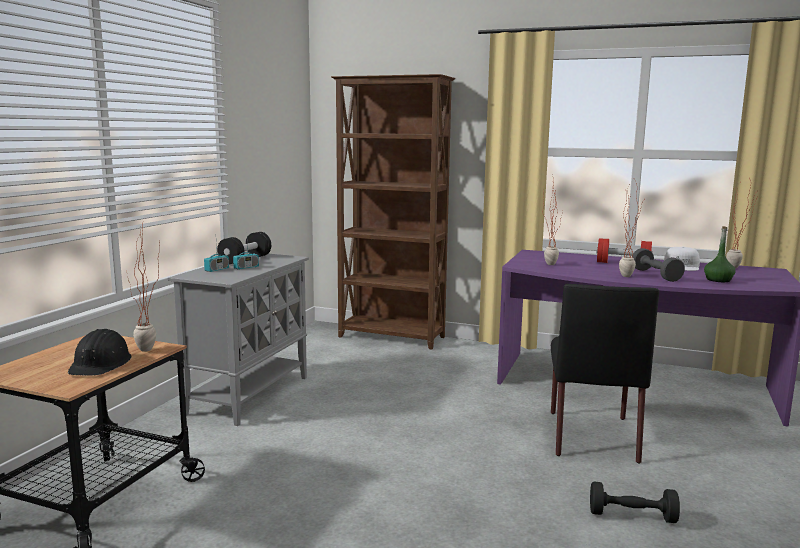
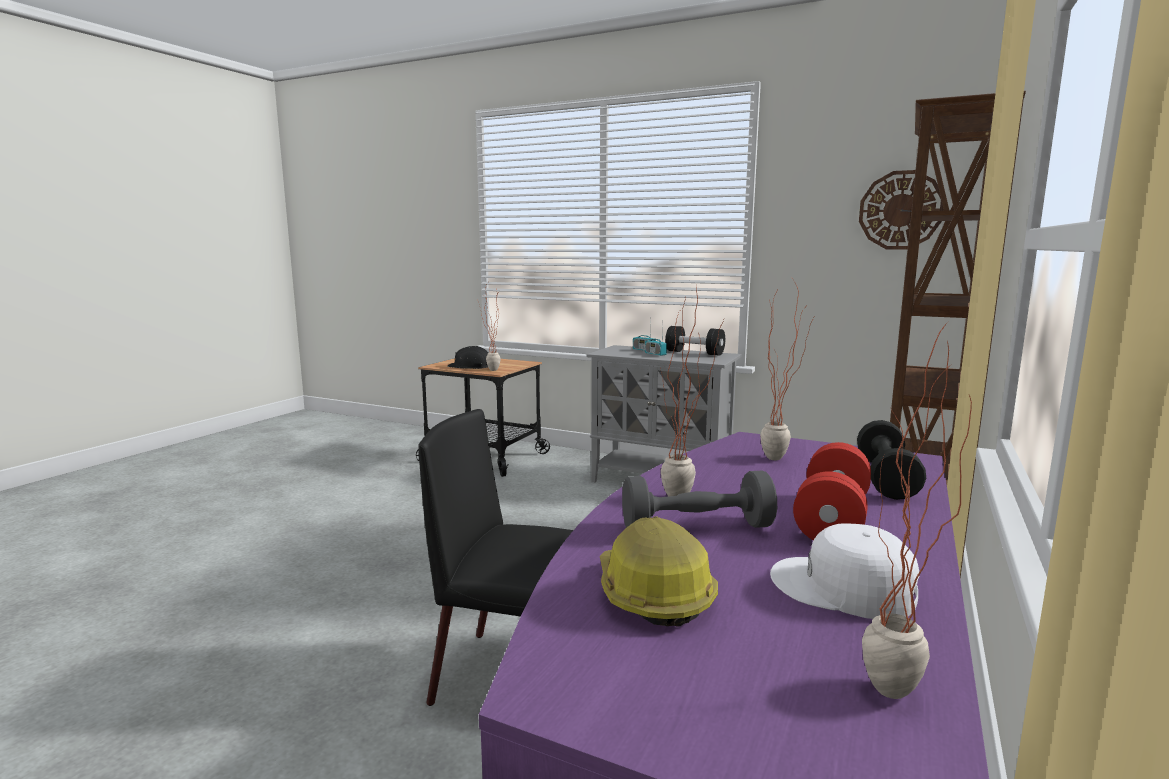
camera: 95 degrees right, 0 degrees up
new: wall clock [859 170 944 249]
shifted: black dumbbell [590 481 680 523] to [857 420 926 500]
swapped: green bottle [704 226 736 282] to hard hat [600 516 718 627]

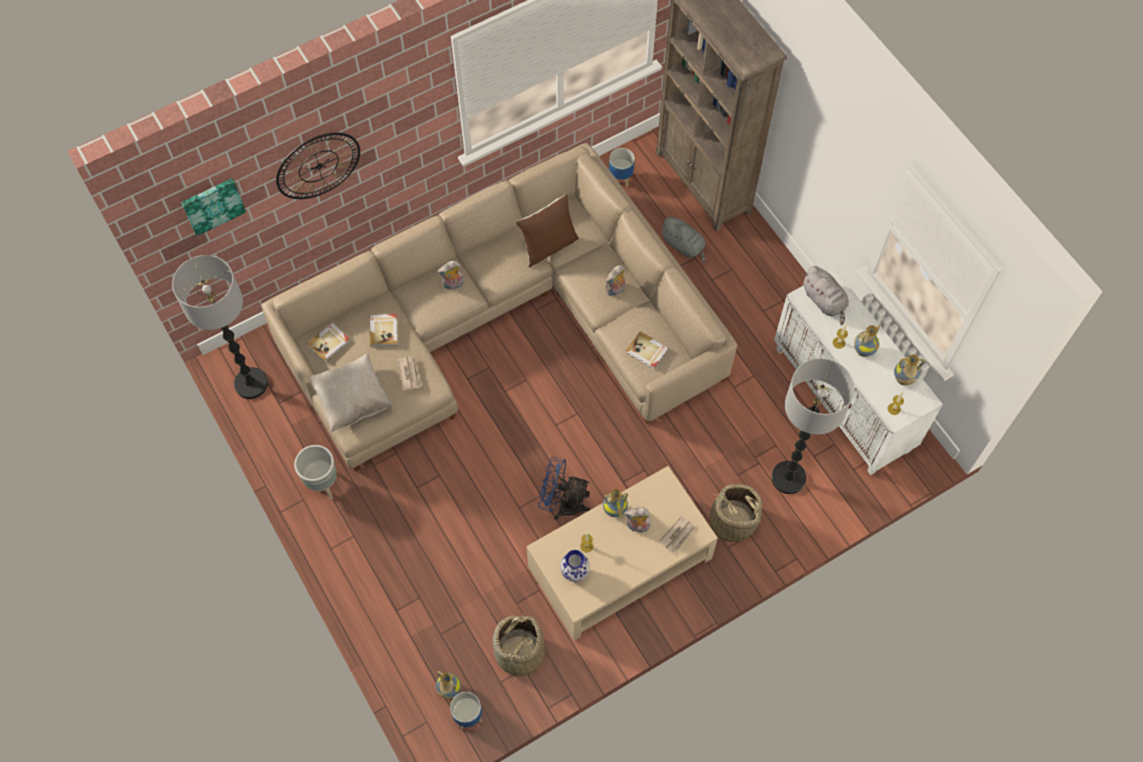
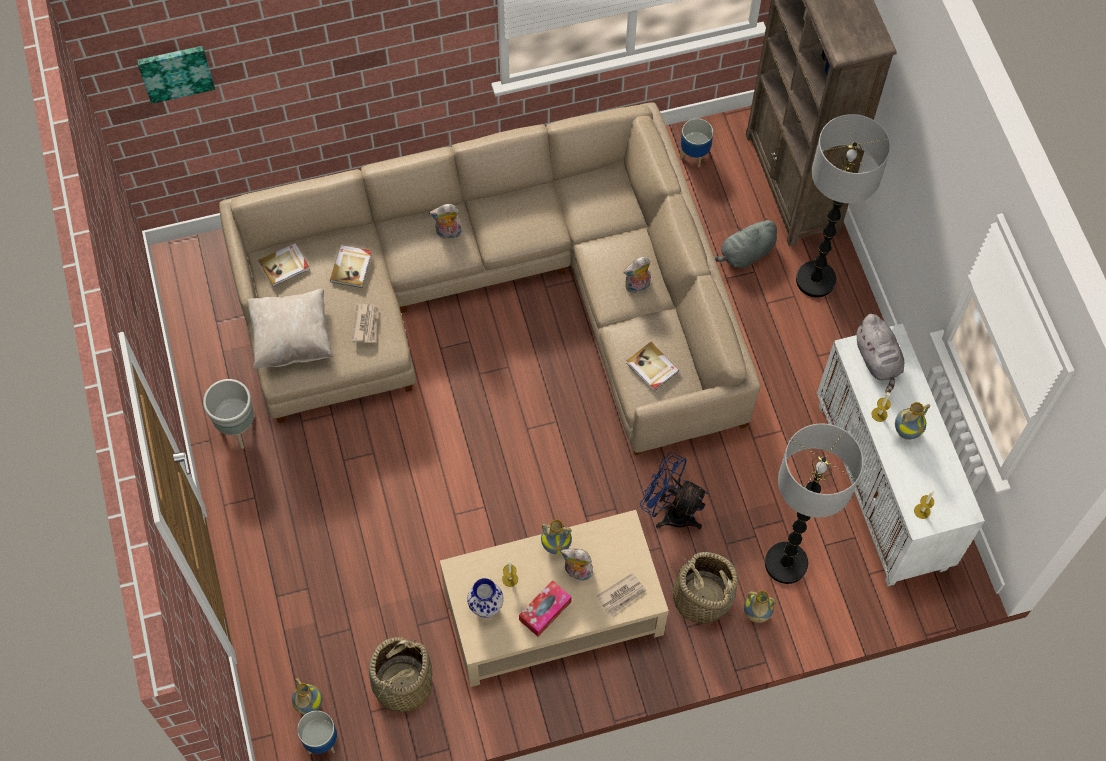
camera: 15 degrees right, 0 degrees up
gone: wall clock [276 133 360 199]; brown pillow [516 194 579 267]
new: tissue box [519 580 572 637]
shifted: floor lamp [172 255 268 399] to [796 114 891 298]; blue fan [538 457 591 520] to [640 452 708 530]; vase [894 355 925 386] to [744 591 776 623]
rotated: grey plush toy [660 217 705 263] = [714 218 777 268] 90 degrees clockwise

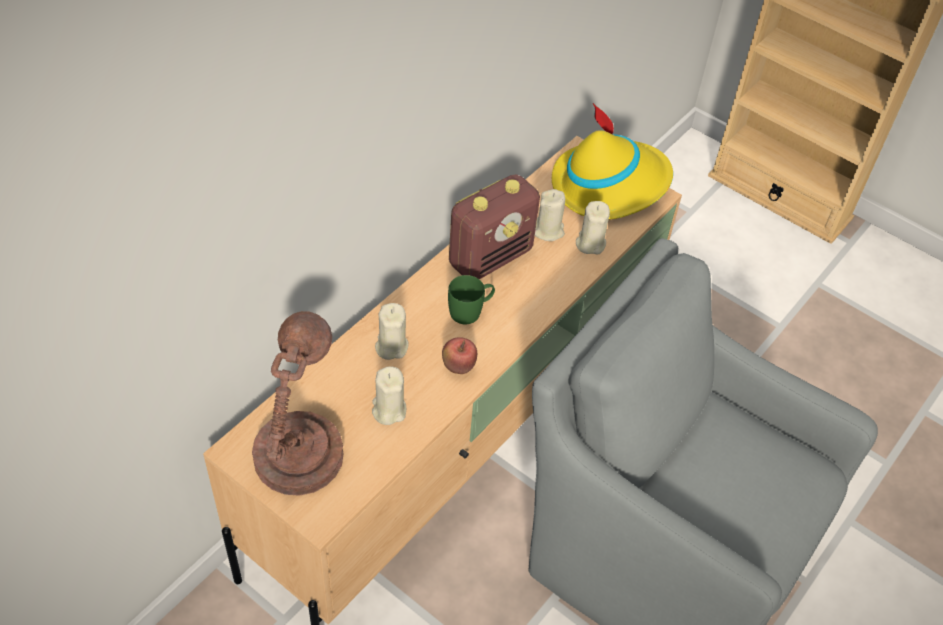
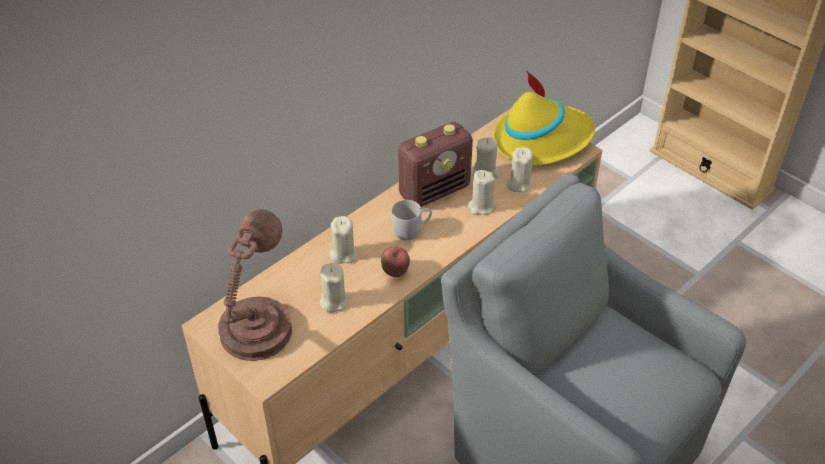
camera: 10 degrees right, 5 degrees down
new: beige candle [468 170 496 215]
repainted: green mug [448 275 495 324] to white mug [392 200 432 241]

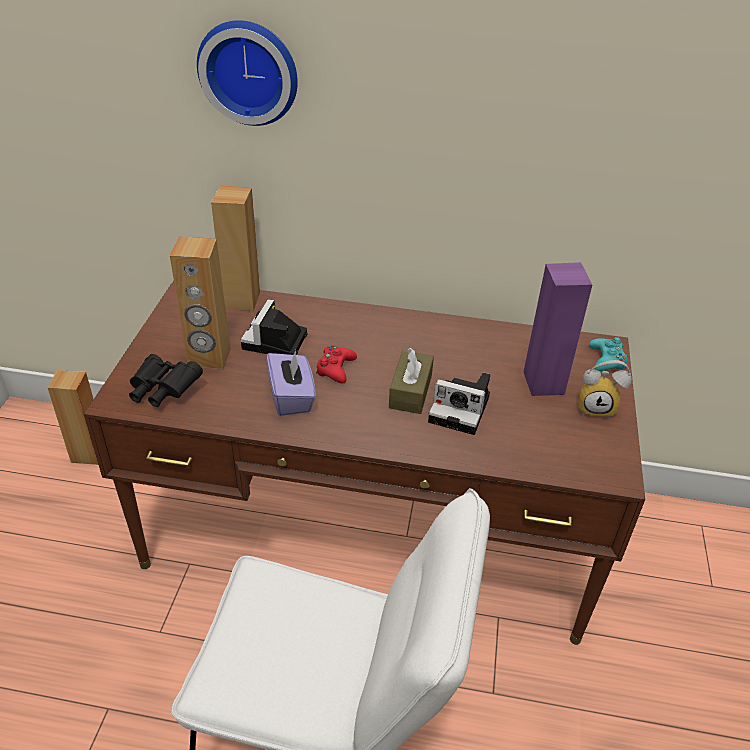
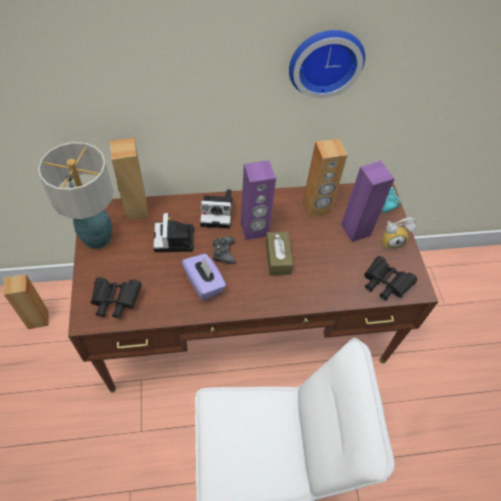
camera: 20 degrees left, 15 degrees up
new: table lamp [38 142 114 249]; purple speaker [241 160 276 240]; black binoculars [364 256 417 300]
shifted: brown speaker [170 236 231 369] to [303 139 348 217]; wall clock [197 20 298 126] to [289 30 365 98]; photo camera [428 373 490 435] to [200 189 232 229]
repainted: red game controller [316 346 357 383] to black game controller [213 237 235 264]

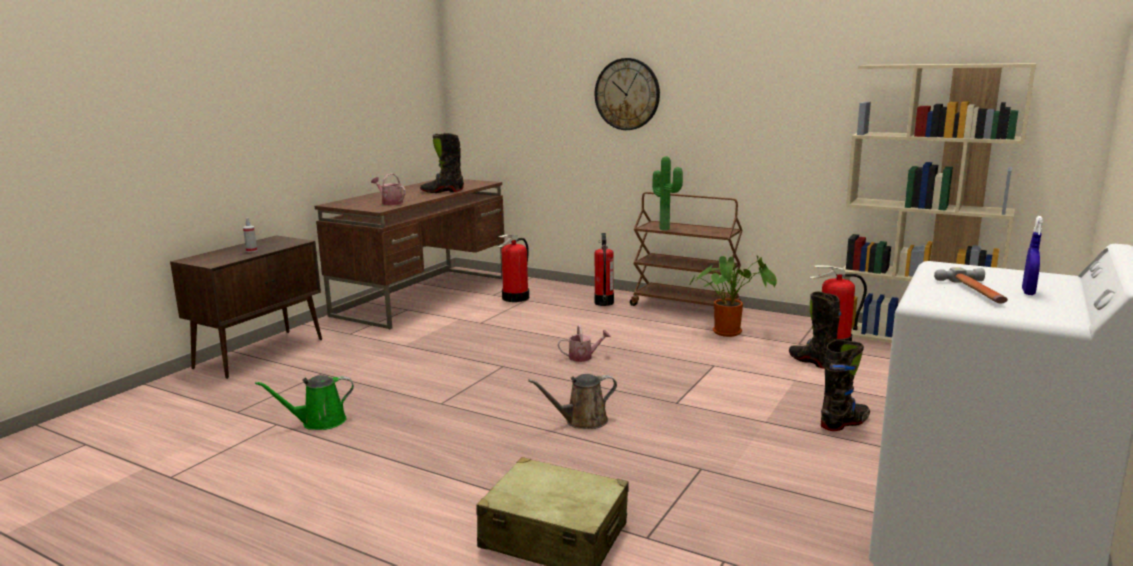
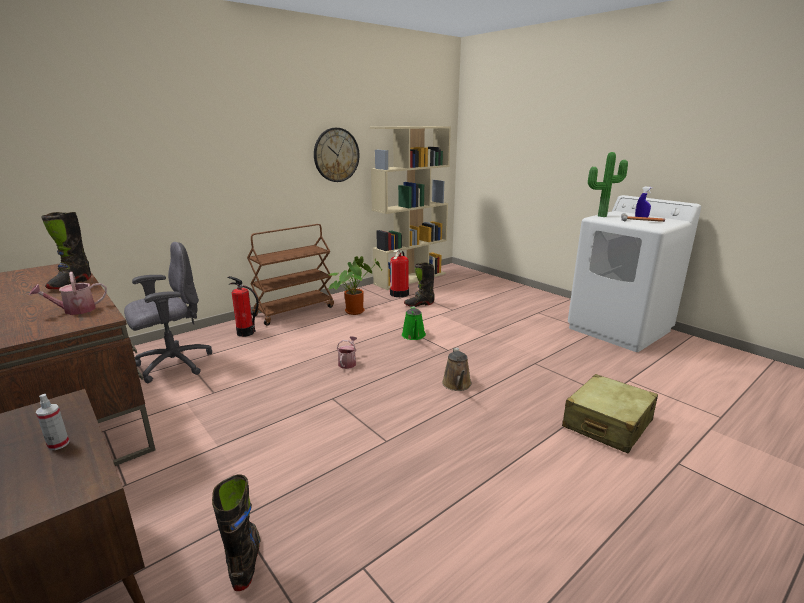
camera: 70 degrees left, 5 degrees up
shifted: green watering can [255 375 354 430] to [402 306 426 340]; wall clock [595 58 660 130] to [314 128 359 182]; potted plant [652 156 683 230] to [588 152 628 217]; black boot [821 340 870 431] to [212 474 261 591]
swapped: fire extinguisher [498 235 529 302] to grey office chair [124 242 212 383]

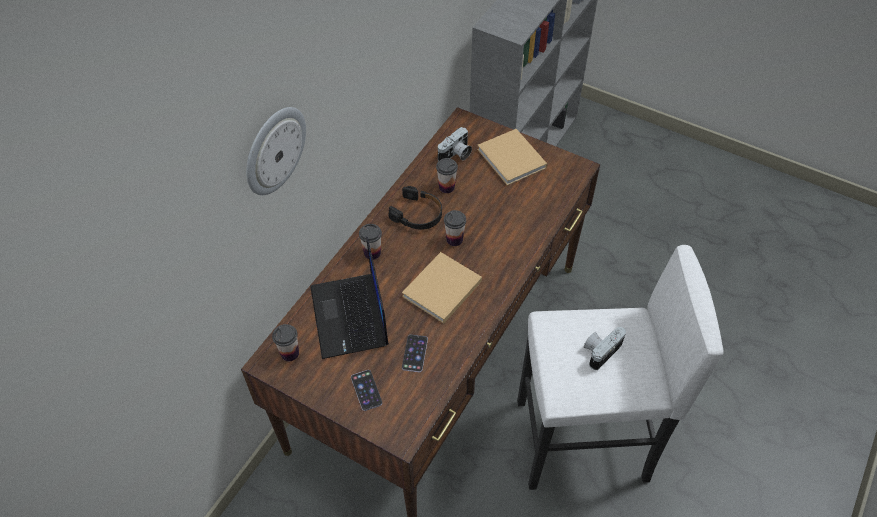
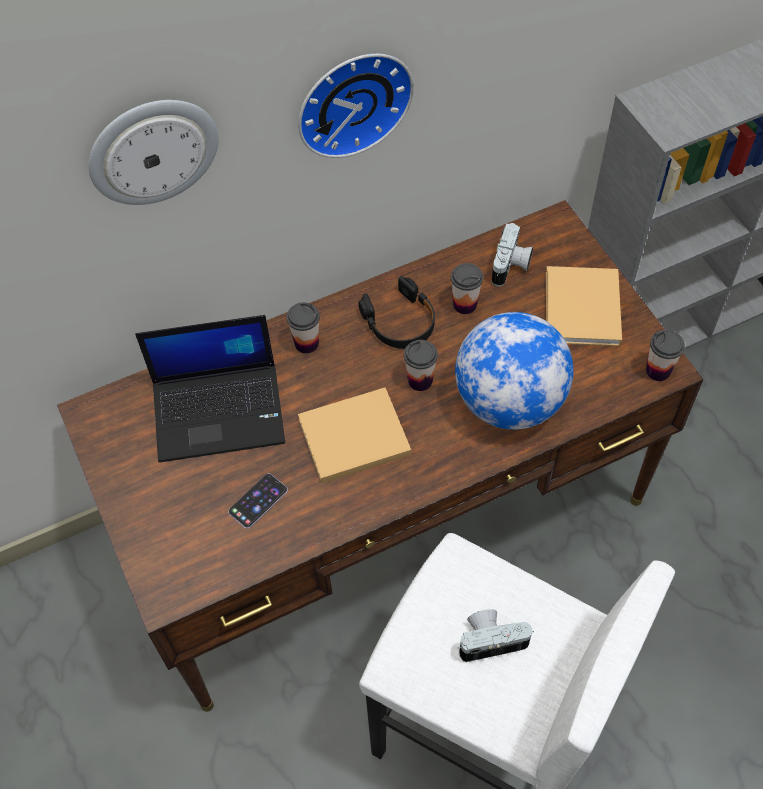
camera: 35 degrees right, 5 degrees up
gone: phone [351 370 382 411]
new: wall clock [298 54 414 158]; globe [455 312 573 430]
shifted: cup [272 324 299 361] to [646 330 685 381]
rotated: laptop [310 236 389 359] = [135 315 285 463] 120 degrees counterclockwise; photo camera [438 127 472 161] = [492 223 533 287] 60 degrees counterclockwise

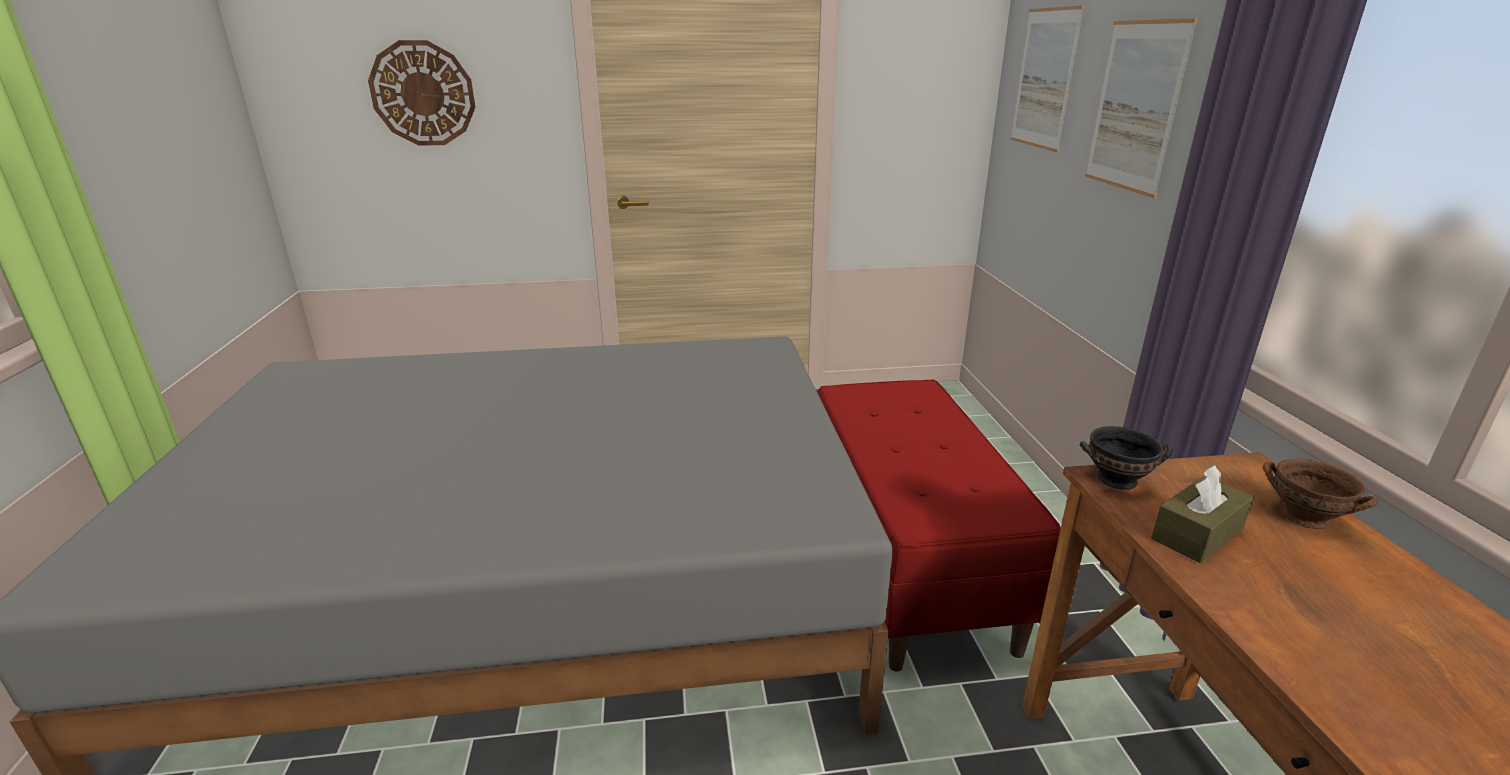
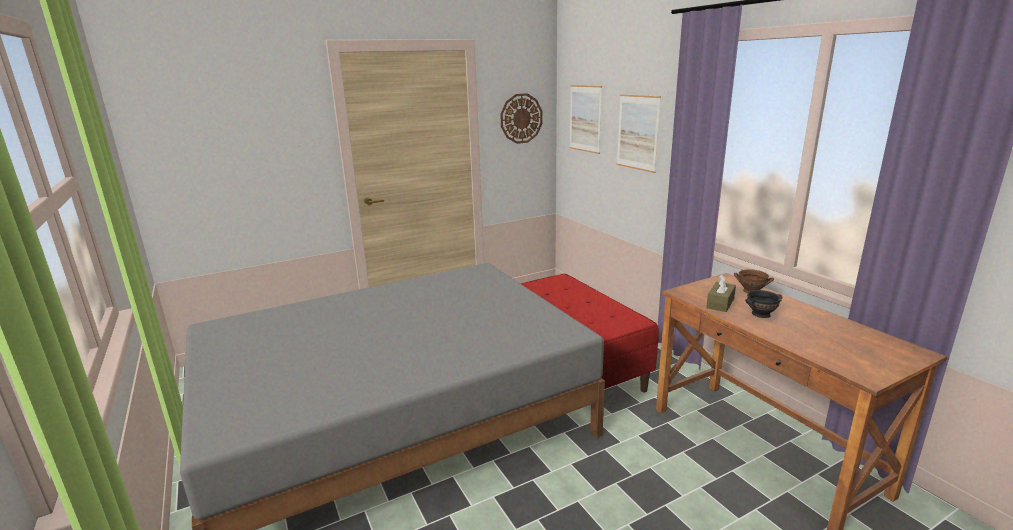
camera: 20 degrees left, 5 degrees down
shifted: wall clock [368 40 476 146] to [500 93 543 144]; black bowl [1080 426 1173 490] to [745 290 783 318]

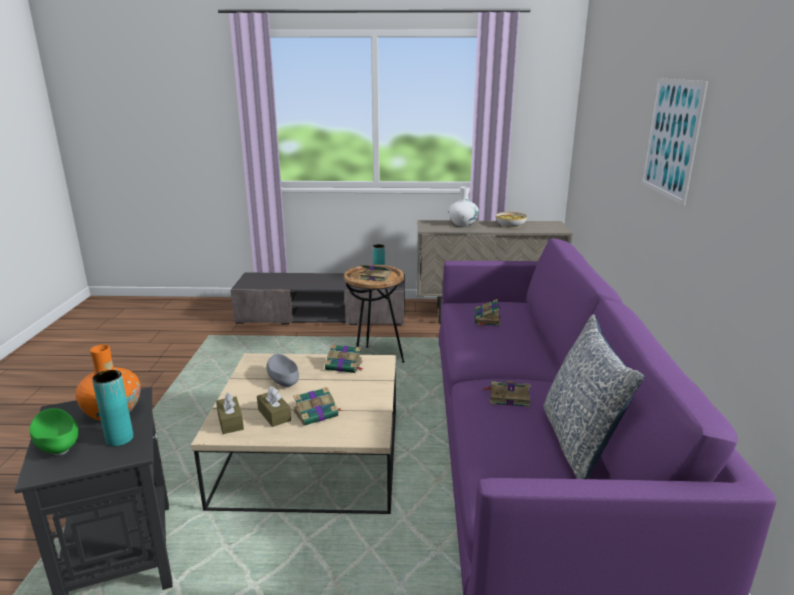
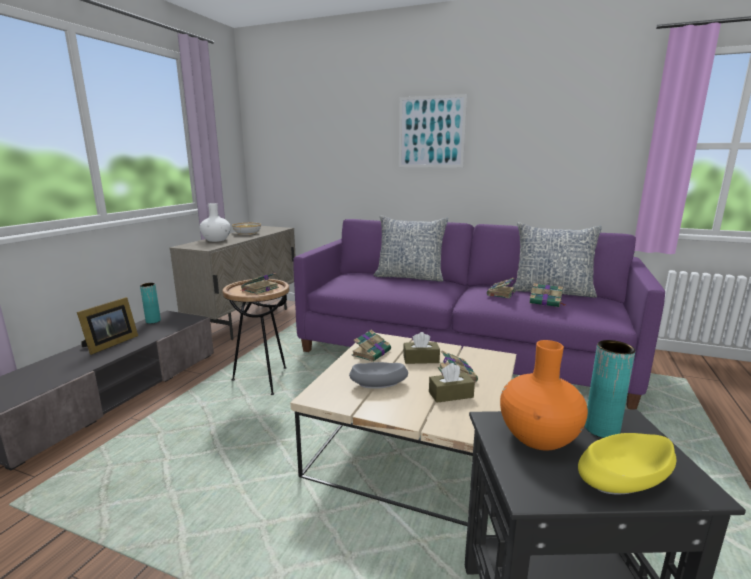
camera: 70 degrees left, 5 degrees down
new: picture frame [77 297 138 355]; pillow [373 215 448 282]
shifted: brown tissue box [216 392 244 434] to [403 332 440 364]; book [474 299 501 326] to [529 283 566 307]
repainted: green bowl [29 408 79 455] to yellow bowl [578 433 676 494]

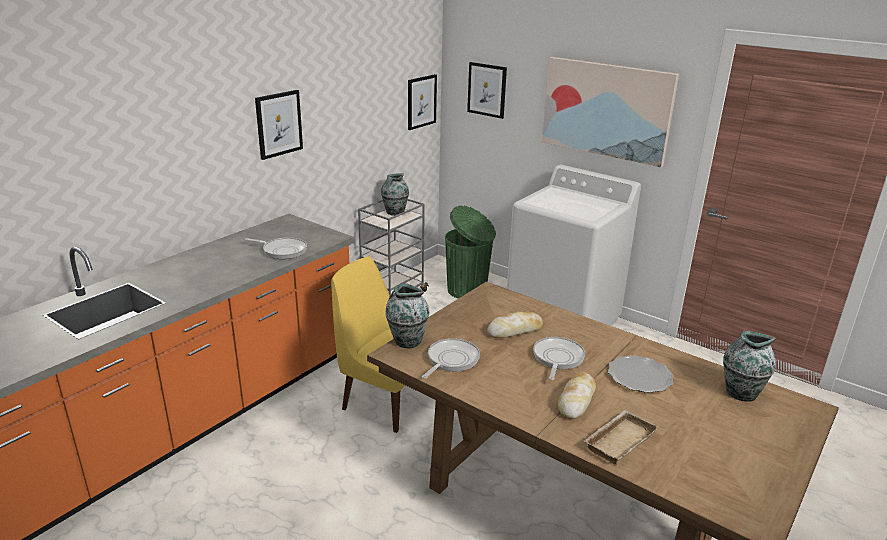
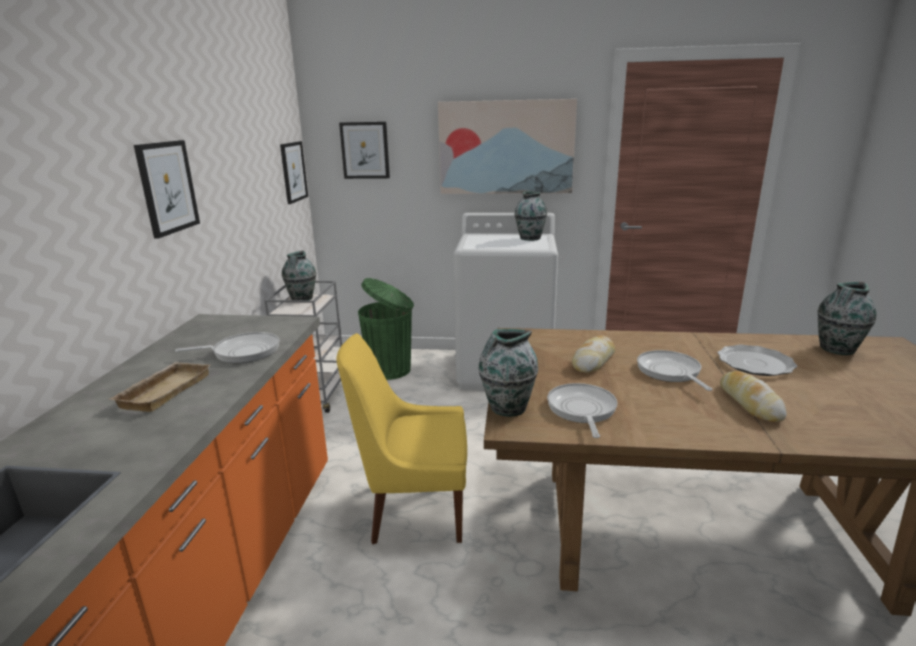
camera: 30 degrees left, 5 degrees down
new: vase [515 192 547 241]
shifted: beige tray [584 410 659 465] to [109 362 210 412]

